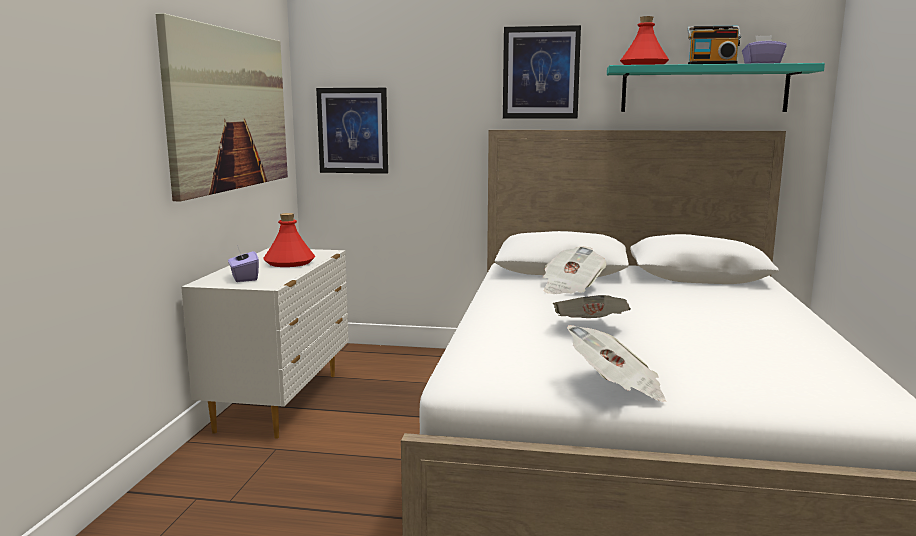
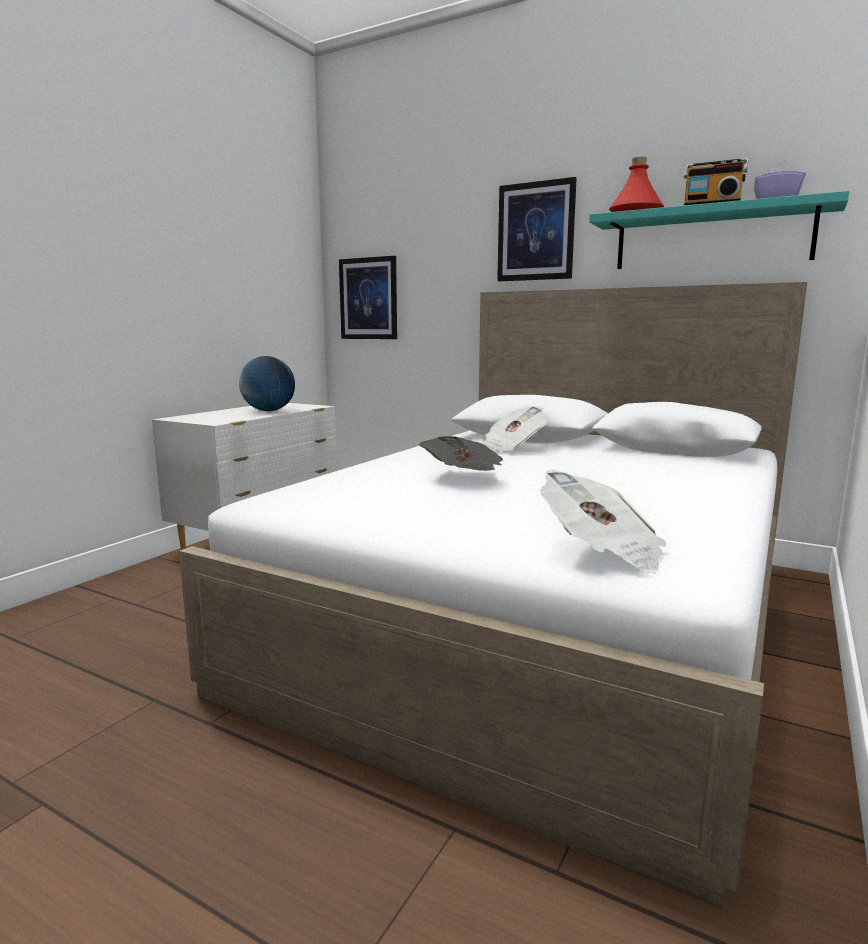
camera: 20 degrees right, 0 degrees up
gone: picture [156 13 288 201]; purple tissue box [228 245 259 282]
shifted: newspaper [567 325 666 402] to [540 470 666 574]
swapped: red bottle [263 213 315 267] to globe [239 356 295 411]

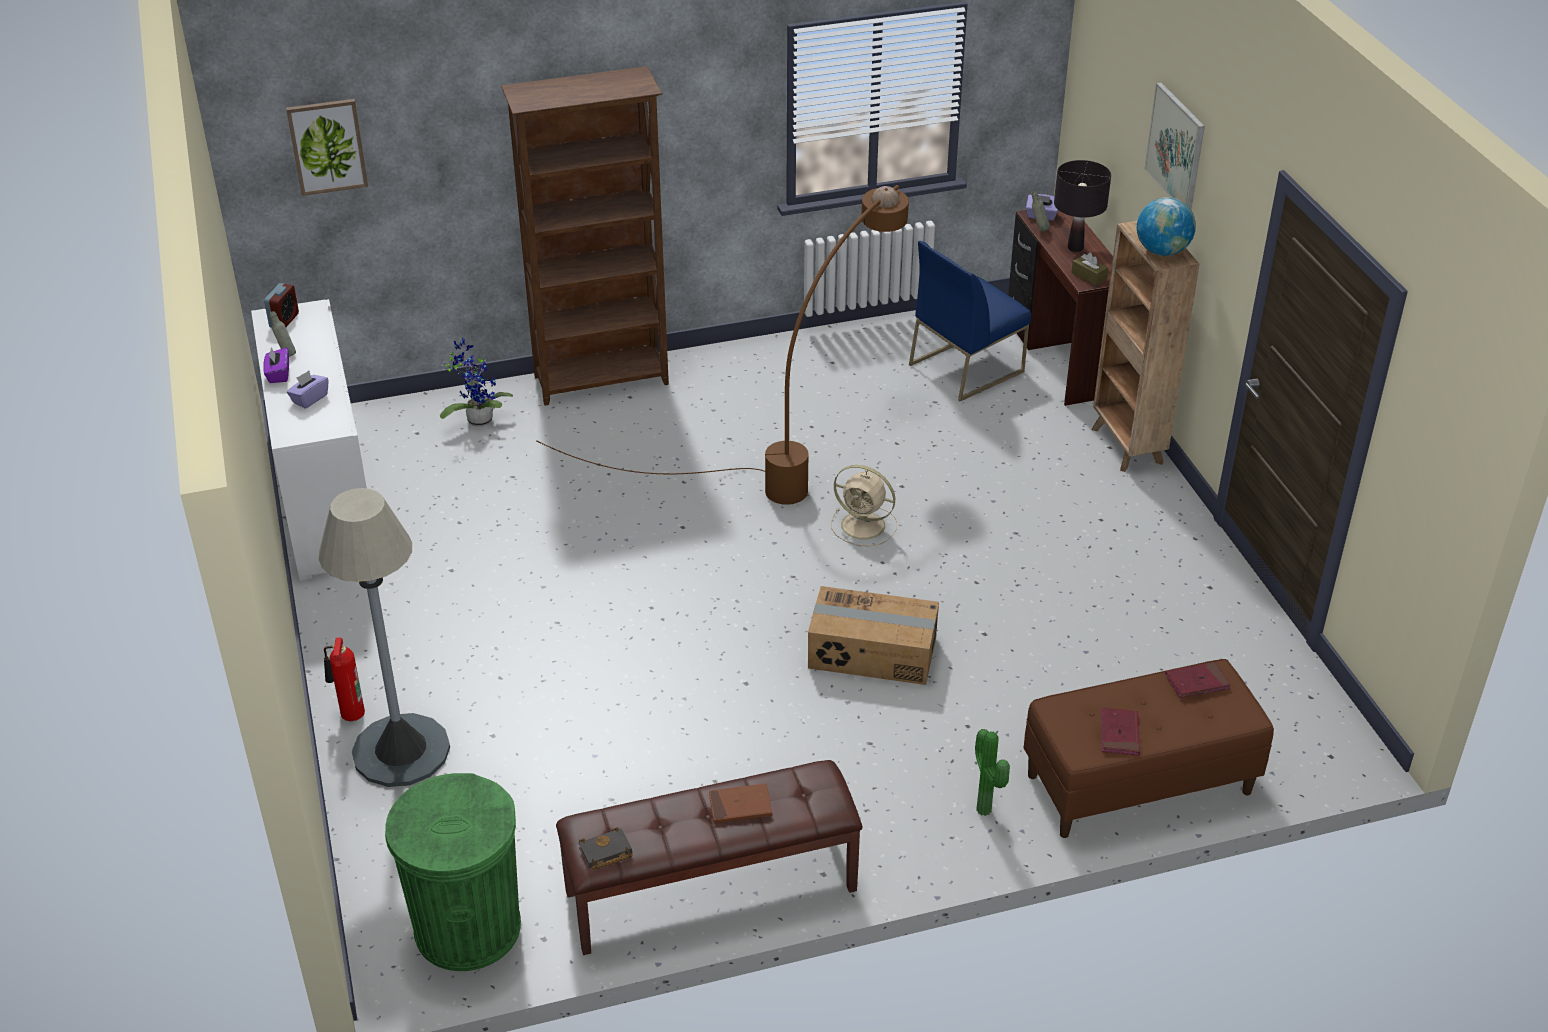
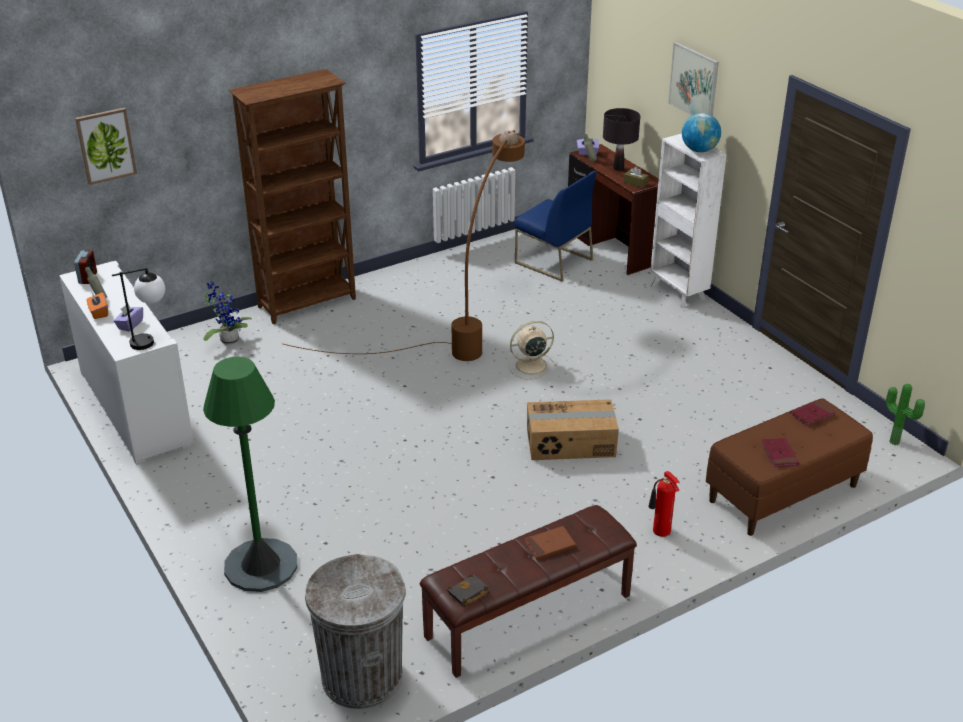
camera: 15 degrees left, 5 degrees down
new: table lamp [112 268 165 350]
shifted: fire extinguisher [324 637 365 721] to [648 471 680 537]; potted plant [975 729 1010 816] to [886 384 925 445]
repainted: purple tissue box [263 347 289 383] to orange tissue box [87 292 108 319]; grey floor lamp [318 488 450 787] to green floor lamp [203 357 298 592]; green trash can [385 773 521 971] to grey trash can [305 554 406 709]; brown bookcase [1091 221 1200 472] to white bookcase [650 134 727 308]
rotated: beige fan [831 465 897 547] = [508 321 557 380] 150 degrees clockwise; blue chair [909 241 1031 401] = [514 171 596 281] 90 degrees counterclockwise

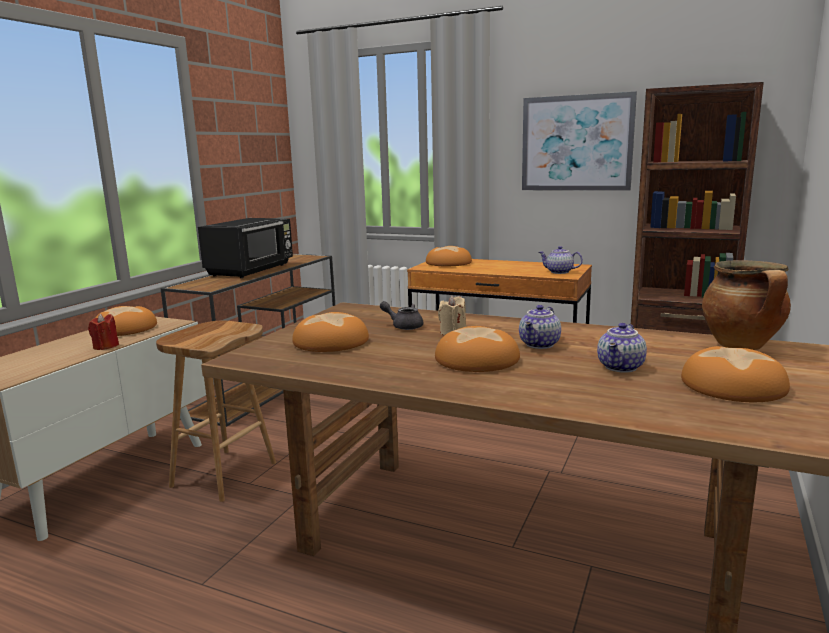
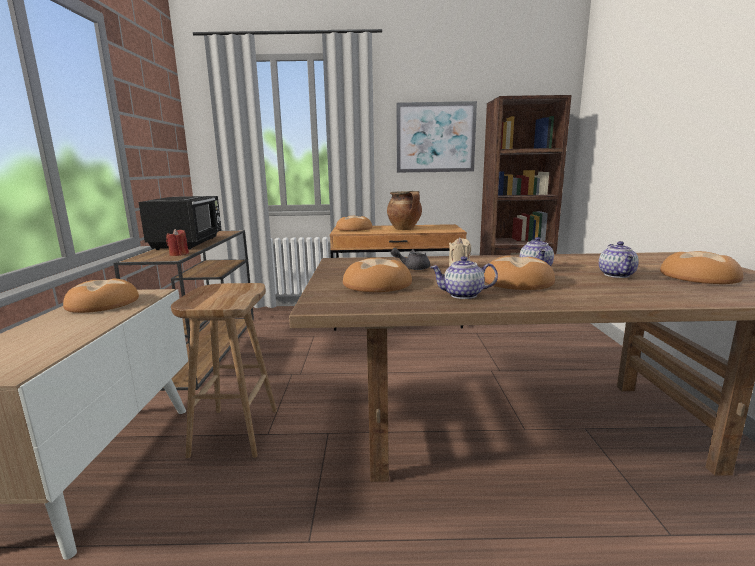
camera: 25 degrees left, 0 degrees up
shifted: red candle [88 313 119 350] to [166 229 189 256]; teapot [539 246 583 274] to [430 256 498 299]; cooking pot [702 260 791 350] to [387 191 422 230]

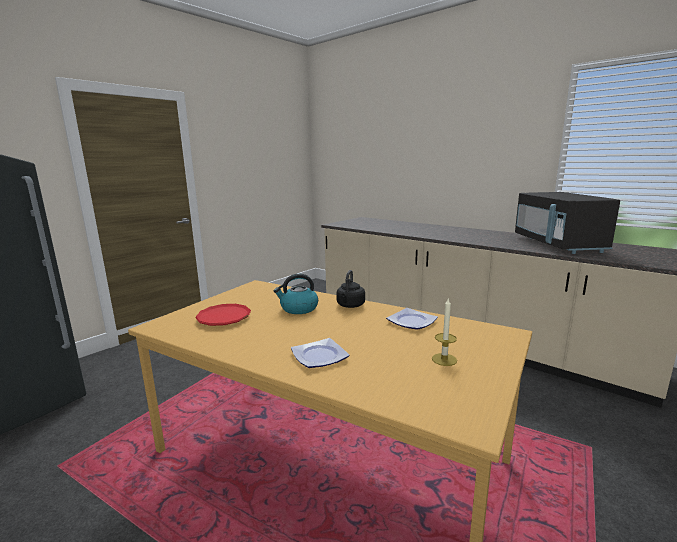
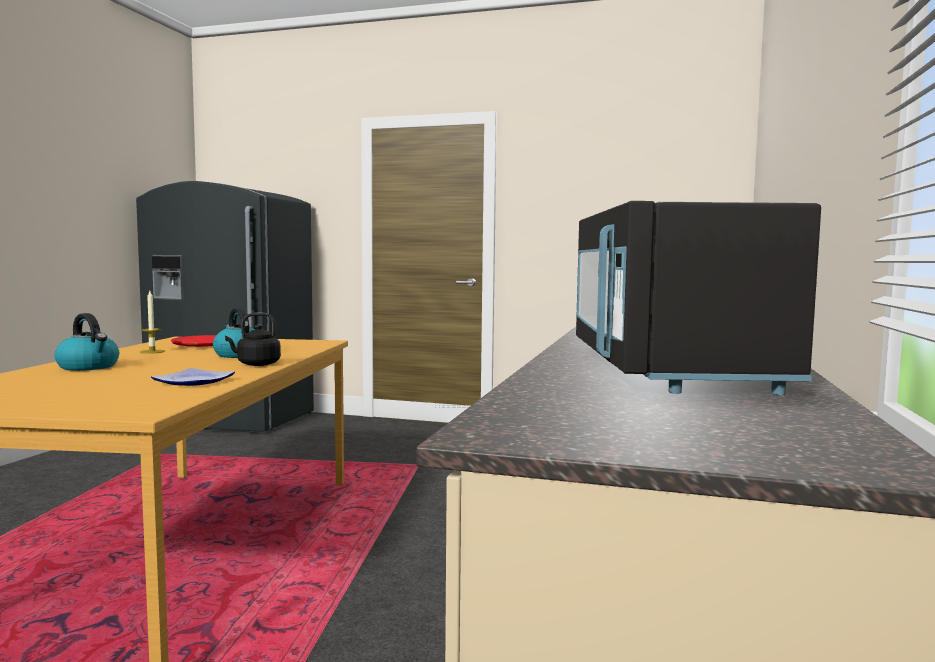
camera: 65 degrees right, 10 degrees down
shifted: candle [432 297 457 366] to [140 291 165 354]
swapped: plate [291 338 350 368] to kettle [54 313 119 371]
rotated: black microwave [515 192 620 254] = [576 201 821 395] 60 degrees counterclockwise

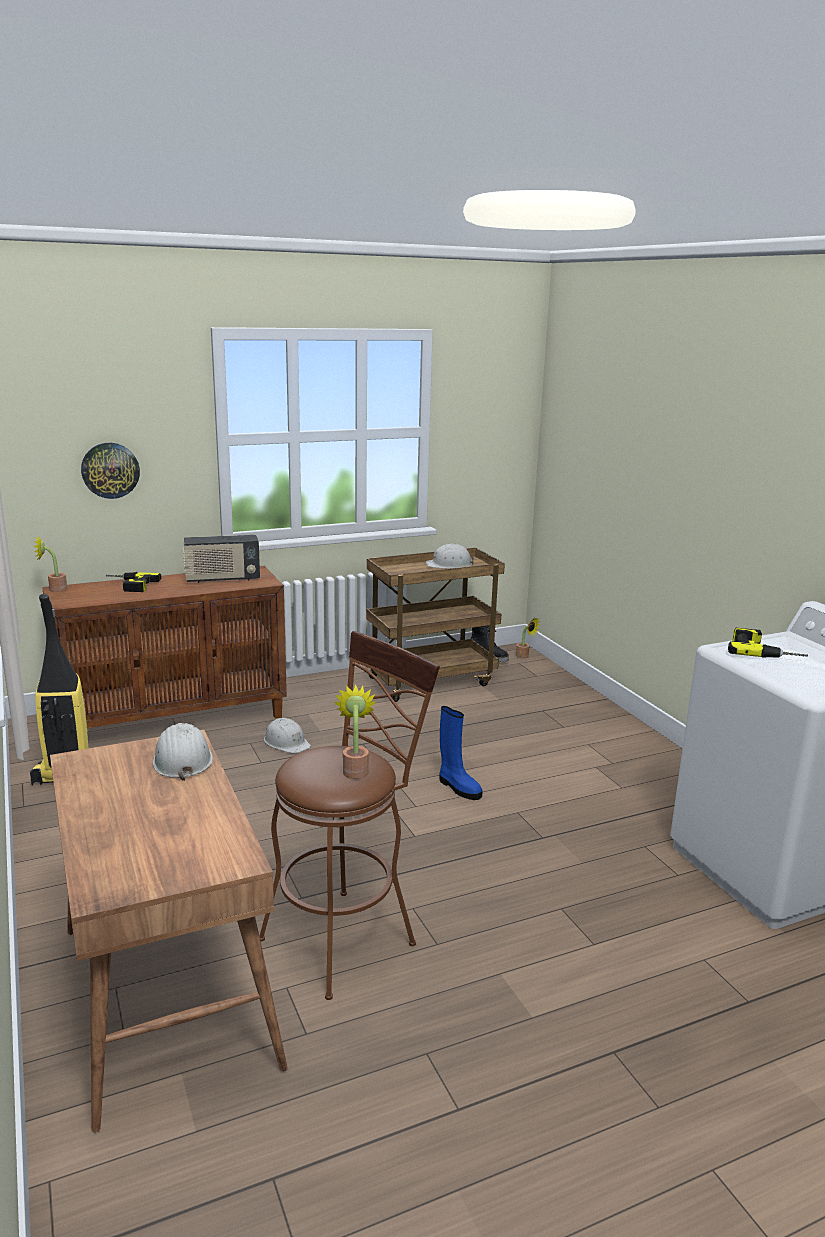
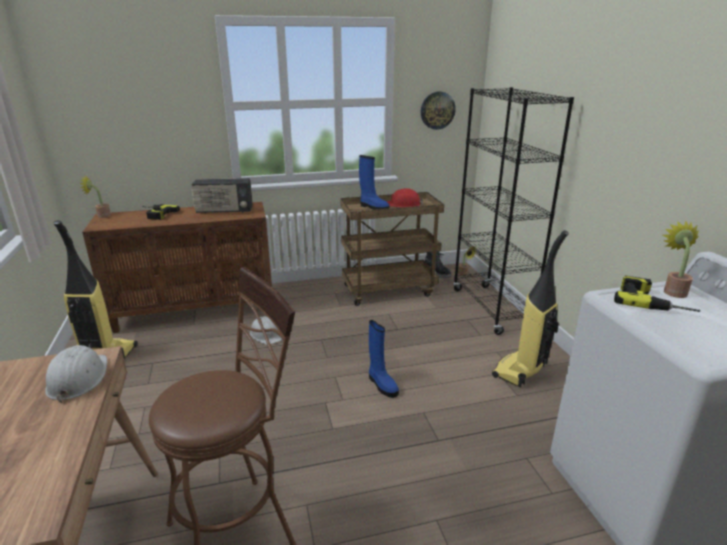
camera: 10 degrees right, 5 degrees up
new: blue boot [359 155 390 210]; black bookcase [453 87 574 335]; vacuum cleaner [492 230 569 387]
shifted: wall clock [81 443 140 499] to [421 92 456 130]; potted plant [334 684 376 779] to [663 221 699 298]
repainted: white hard hat [426 544 474 569] to red hard hat [386 188 423 208]

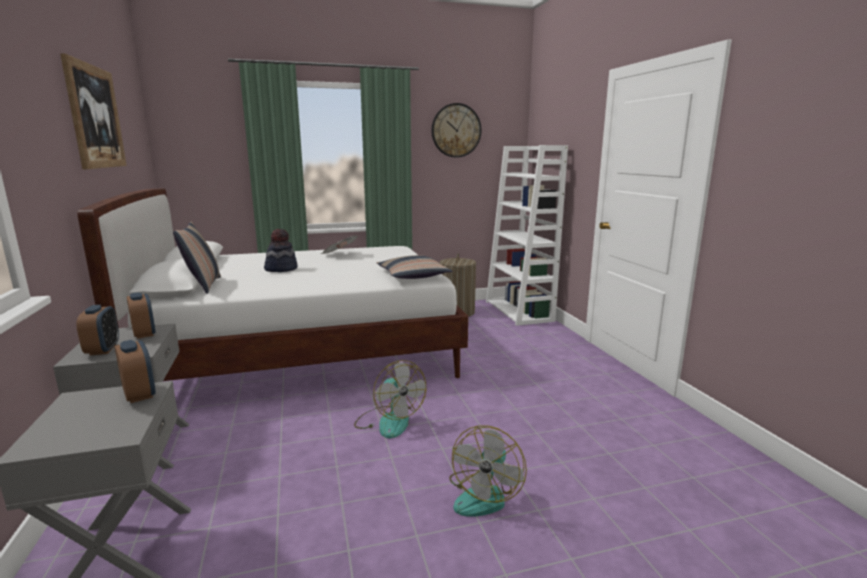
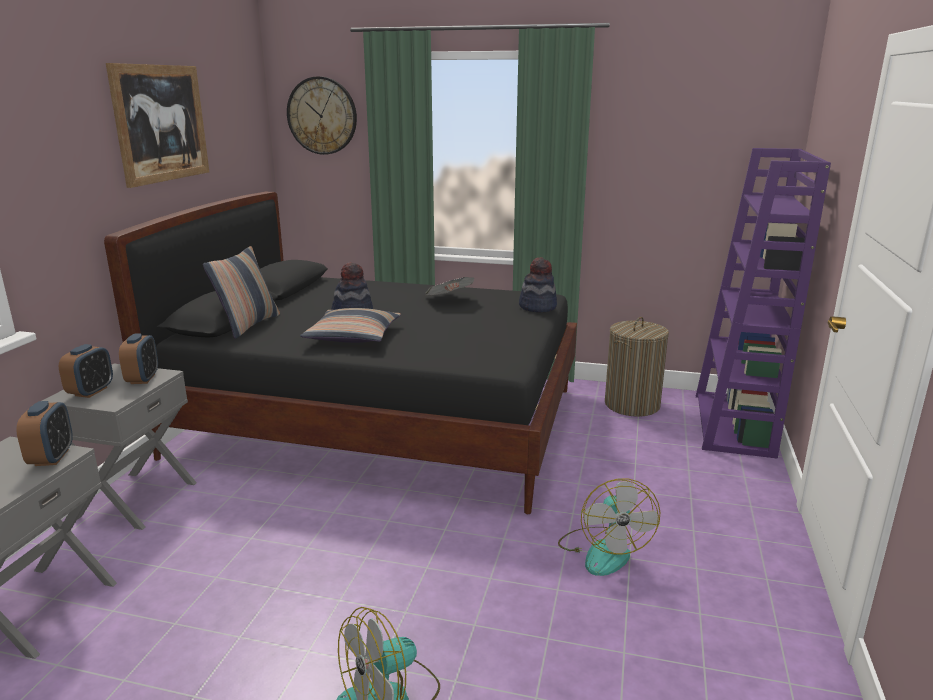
camera: 30 degrees right, 5 degrees up
new: hat [519 257 557 312]
shifted: fan [354 360 426 438] to [558 478 660 576]; pillow [377 255 453 279] to [300 308 401 343]; wall clock [431 103 481 158] to [287 76 357 155]
repainted: white bed [77 189 468 381] to black bed [104 192 577 514]; white bookcase [486 145 568 326] to purple bookcase [696 148 831 459]

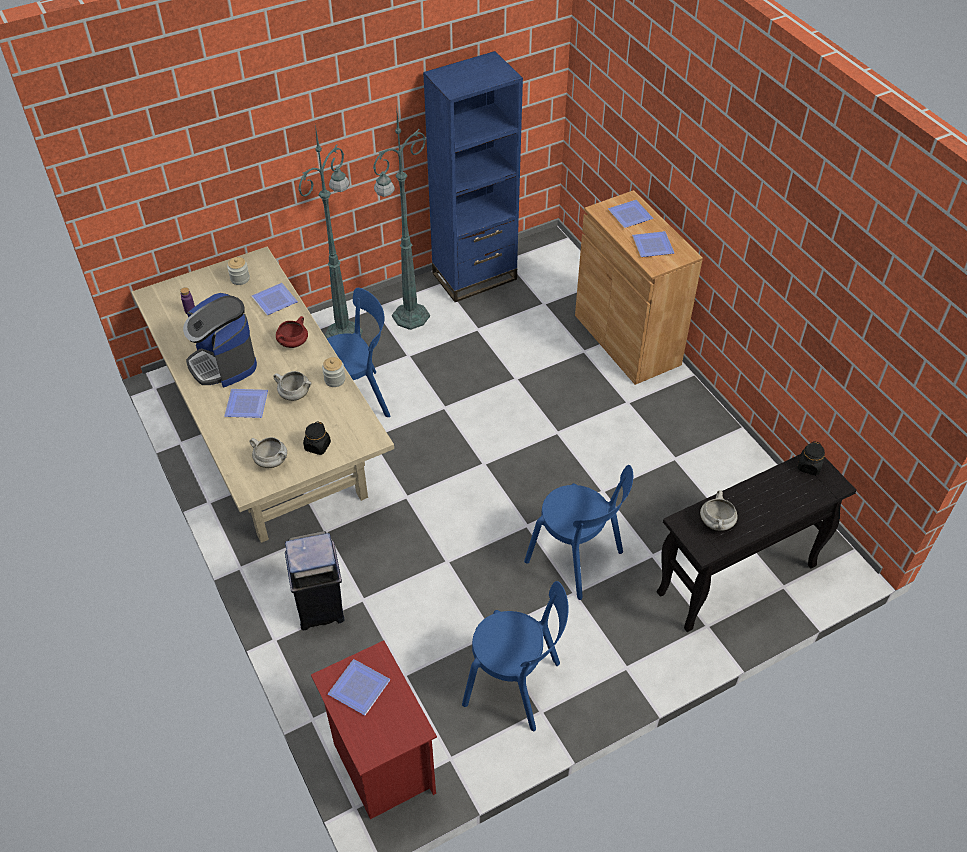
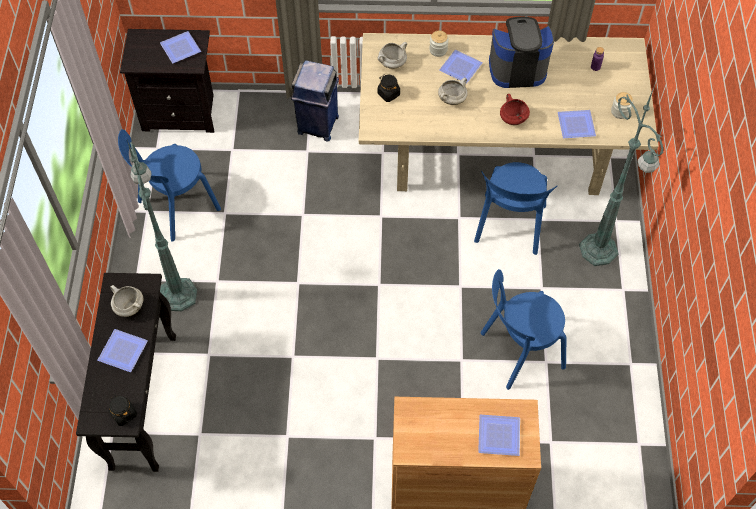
camera: 120 degrees right, 10 degrees up
gone: blue bookcase [423 51 523 302]
shifted: jar [322 357 345 387] to [429 31 449 57]; green floor lamp [373 113 430 330] to [127 140 197 311]; blue chair [524 465 633 600] to [481 269 567 390]; plate [632 231 674 257] to [97 329 148 372]
repainted: red nightstand [311 641 437 819] to black nightstand [120 29 214 133]

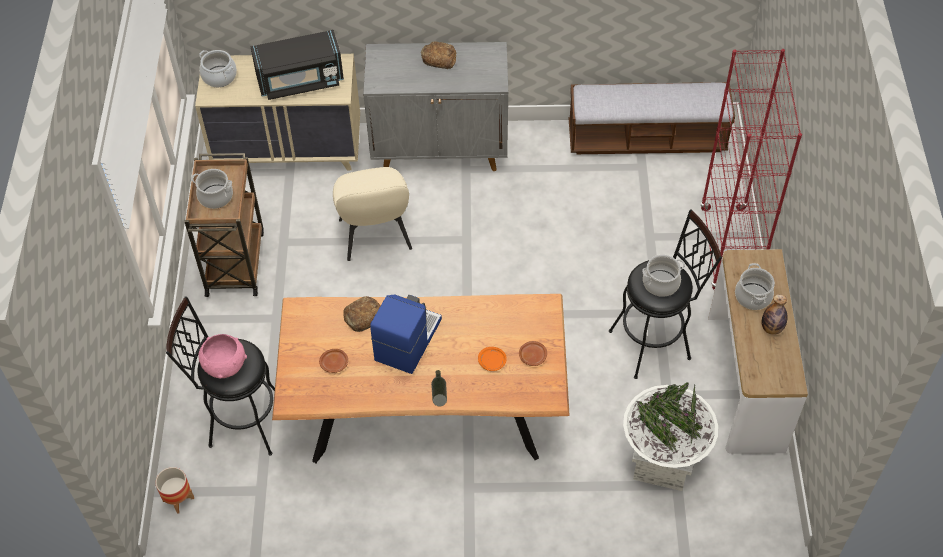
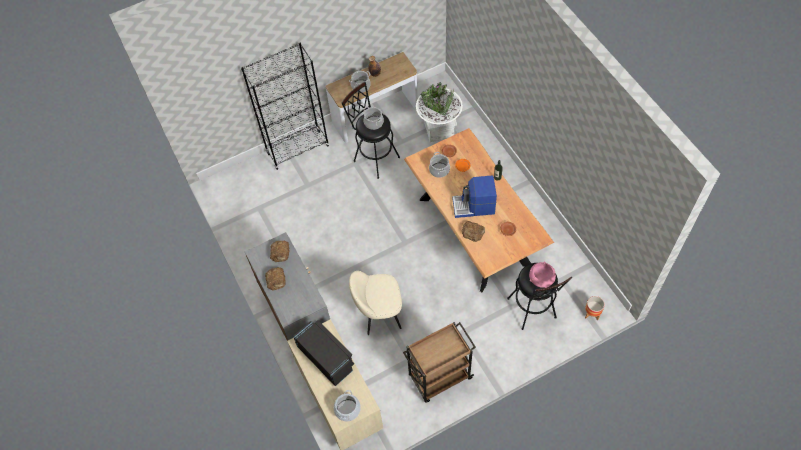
camera: 115 degrees left, 5 degrees up
gone: bench [569 82 735 154]
new: bread [270 241 290 262]
shifted: cooking pot [191 169 233 209] to [429 152 450 178]
repainted: red bookcase [700 49 802 290] to black bookcase [241 43 329 170]
rotated: beige chair [333 167 412 261] = [349 271 402 335] 150 degrees counterclockwise

